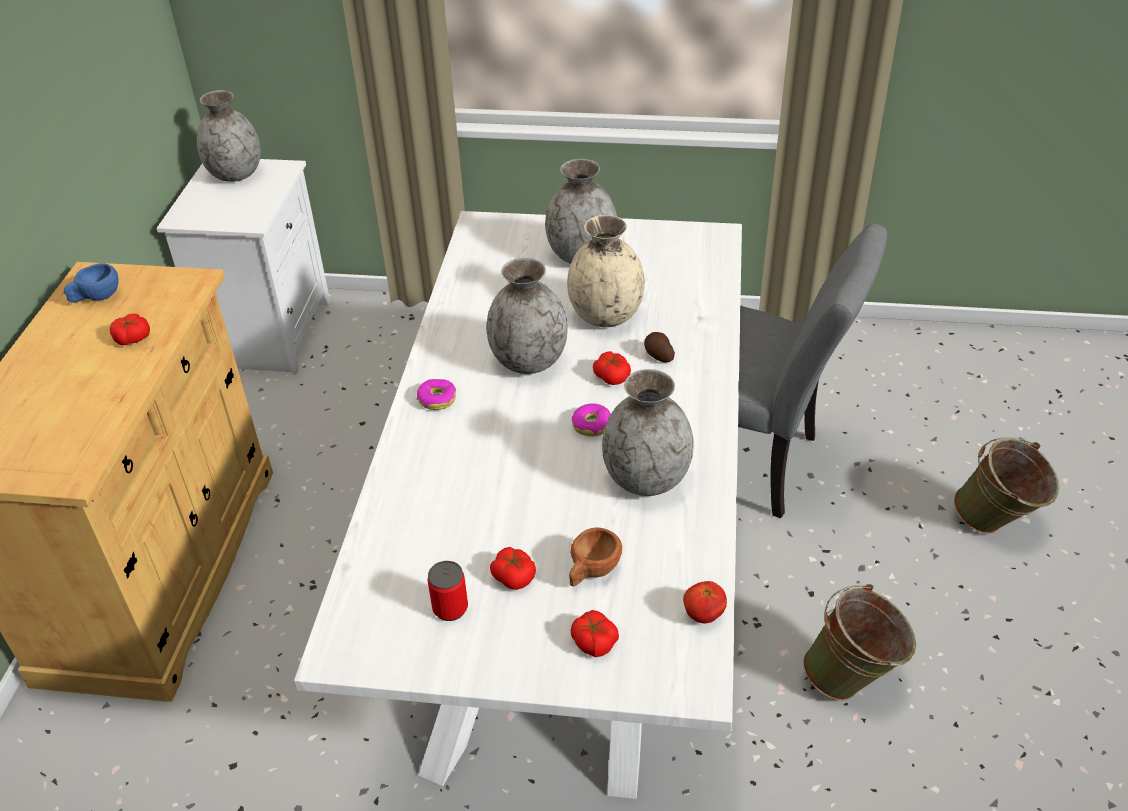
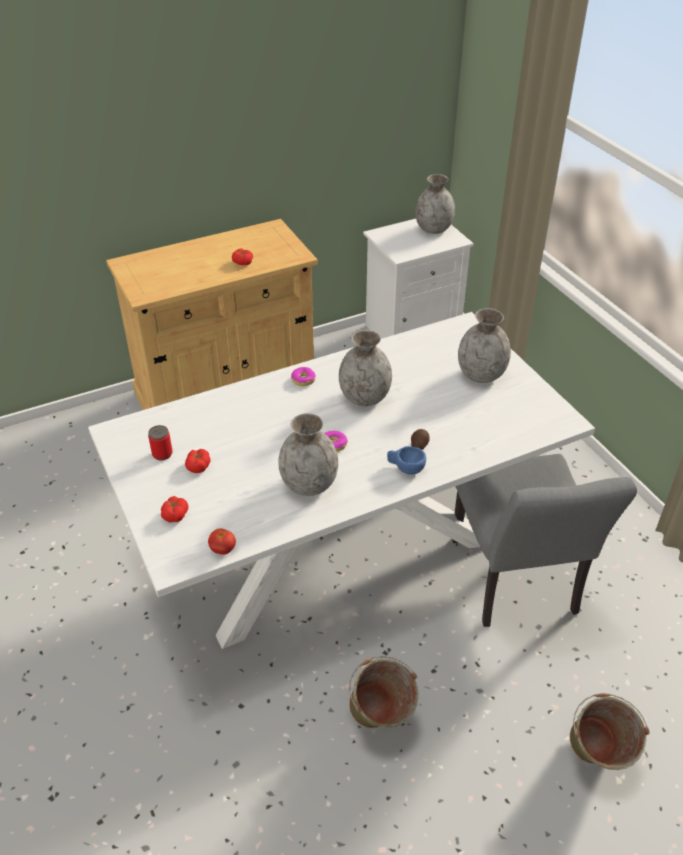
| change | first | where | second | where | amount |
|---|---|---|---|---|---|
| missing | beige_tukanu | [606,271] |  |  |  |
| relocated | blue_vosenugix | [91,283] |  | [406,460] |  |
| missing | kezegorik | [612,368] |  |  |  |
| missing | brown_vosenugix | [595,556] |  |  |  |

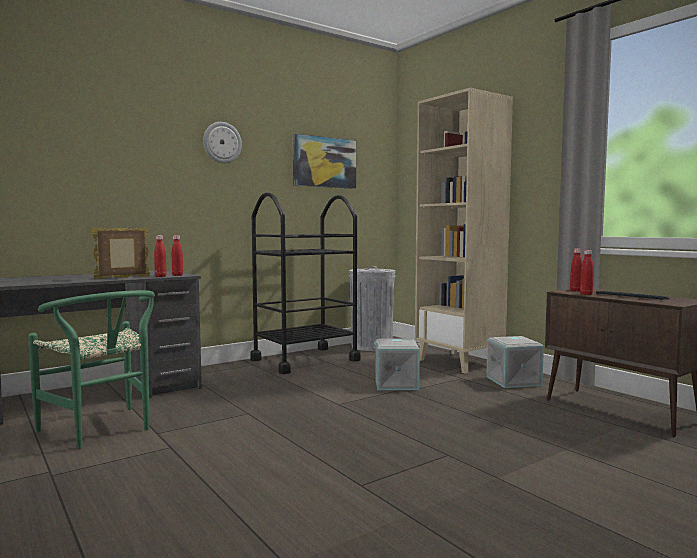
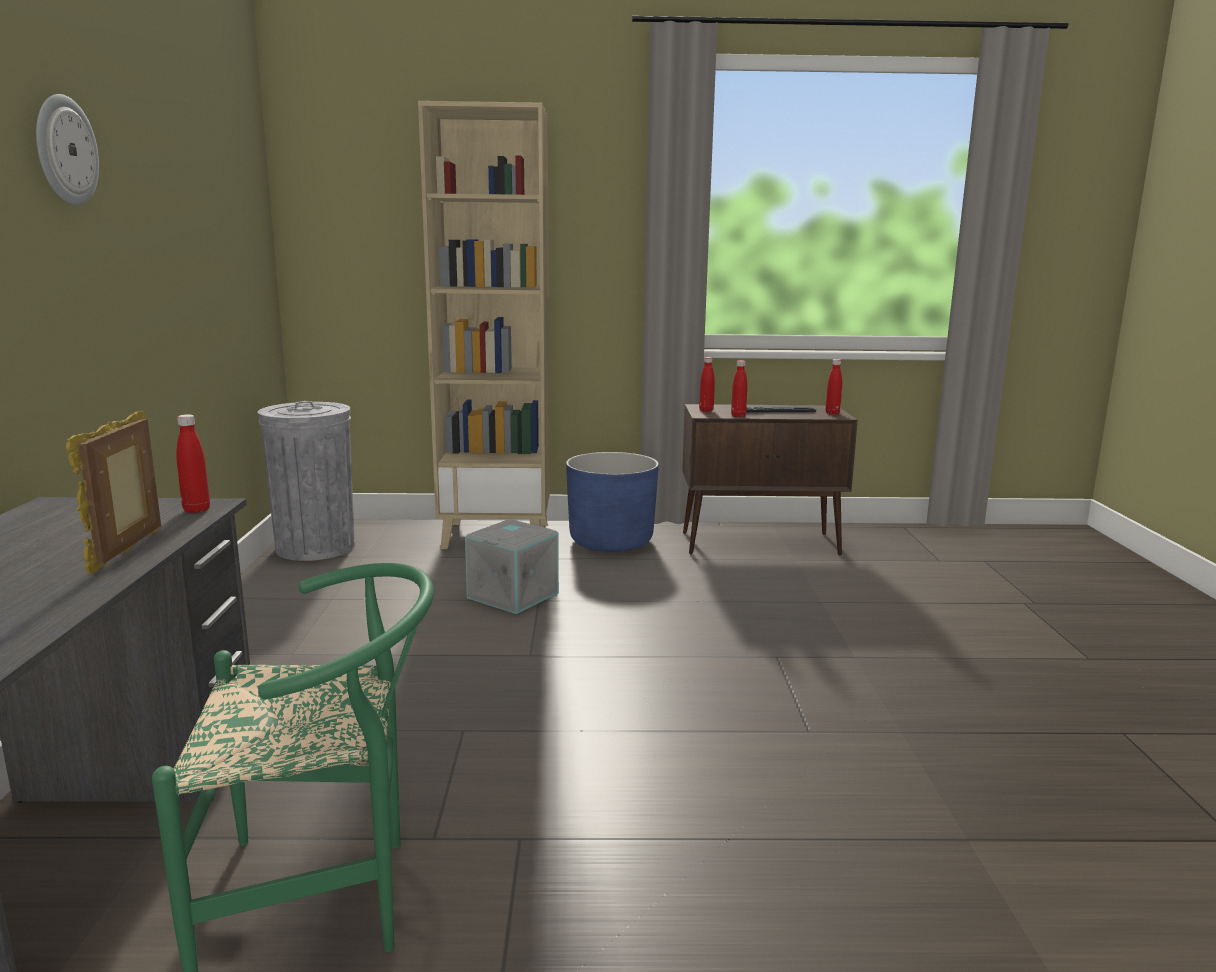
| change | first | where | second | where | amount |
|---|---|---|---|---|---|
| missing | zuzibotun | [324,161] |  |  |  |
| missing | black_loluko | [305,283] |  |  |  |
| relocated | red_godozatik | [160,256] |  | [833,386] |  |
| exchanged | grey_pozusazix | [515,362] | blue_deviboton | [612,502] |  |

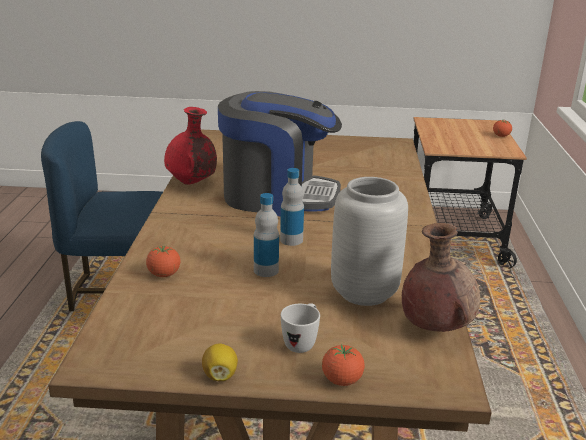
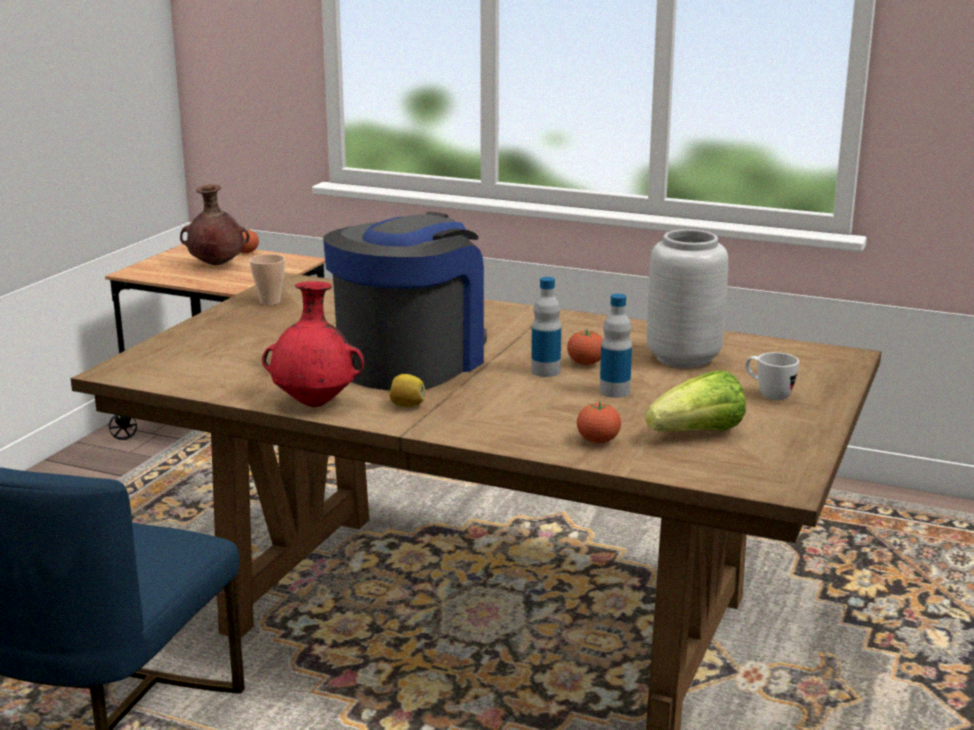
| change | first | where | second | where | amount |
|---|---|---|---|---|---|
| relocated | brown_tukanu | [441,277] |  | [215,224] |  |
| relocated | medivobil | [220,362] |  | [407,390] |  |
| relocated | kezegorik | [343,365] |  | [585,347] |  |
| appeared |  |  | vosenugix | [267,279] |  |
| appeared |  |  | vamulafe | [695,401] |  |

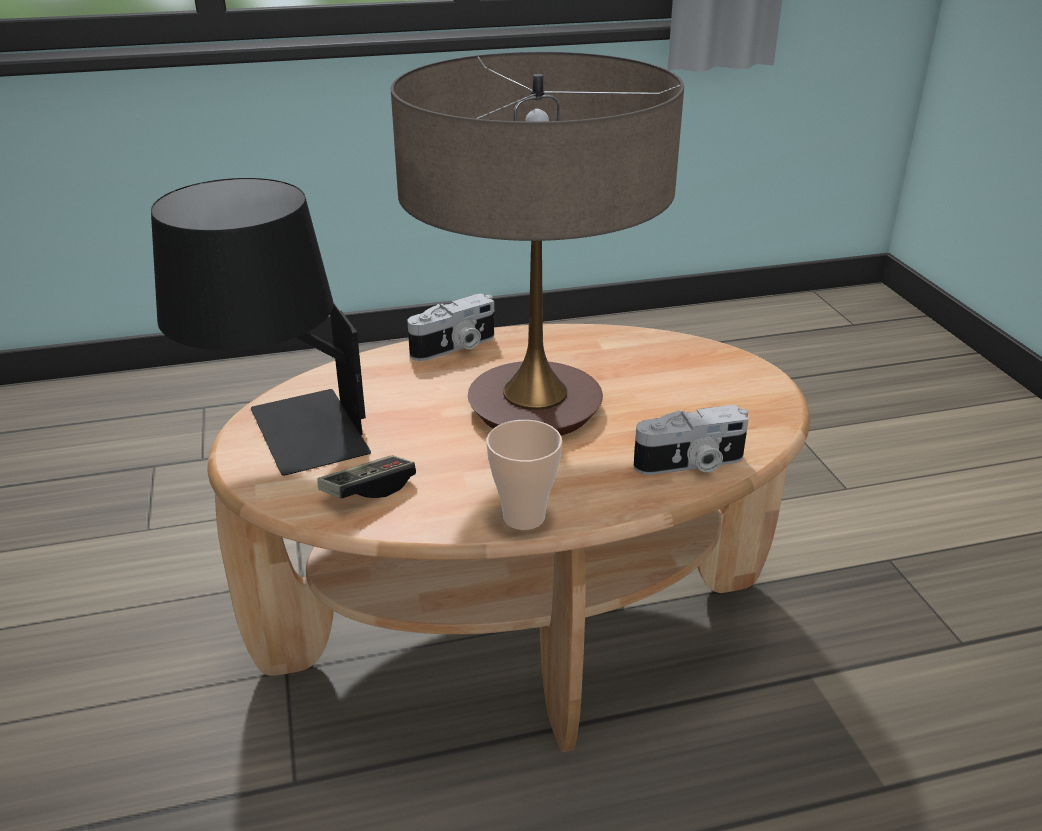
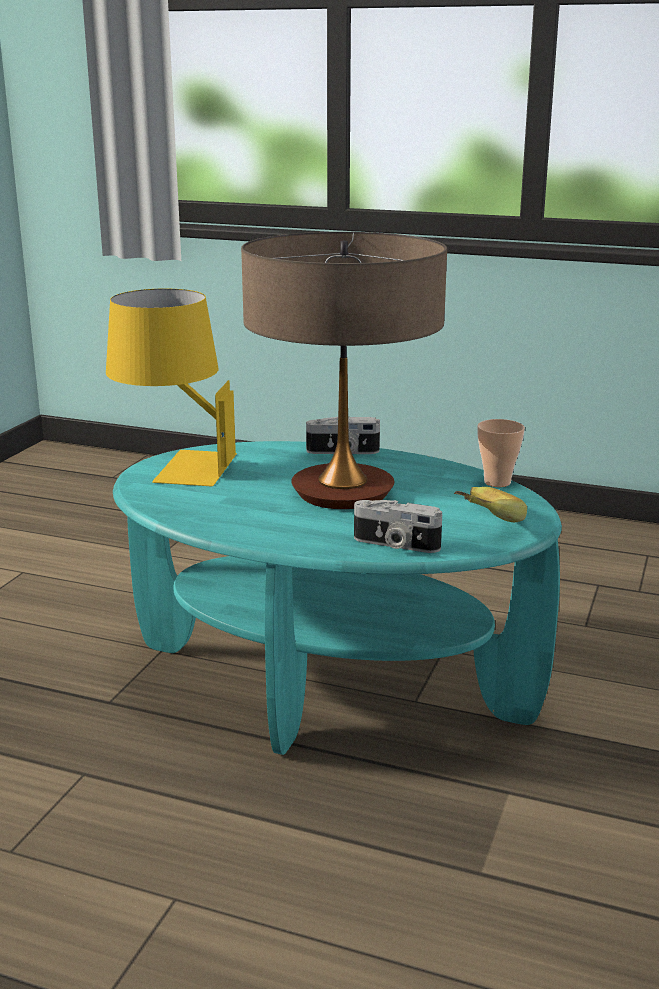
| change | first | where | second | where | amount |
|---|---|---|---|---|---|
| colour | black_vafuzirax | [261,327] | yellow_vafuzirax | [171,387] |  |
| colour | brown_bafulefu | [508,538] | turquoise_bafulefu | [337,598] |  |
| relocated | vosenugix | [524,475] |  | [501,453] |  |
| missing | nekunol | [366,476] |  |  |  |
| appeared |  |  | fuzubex | [490,504] |  |

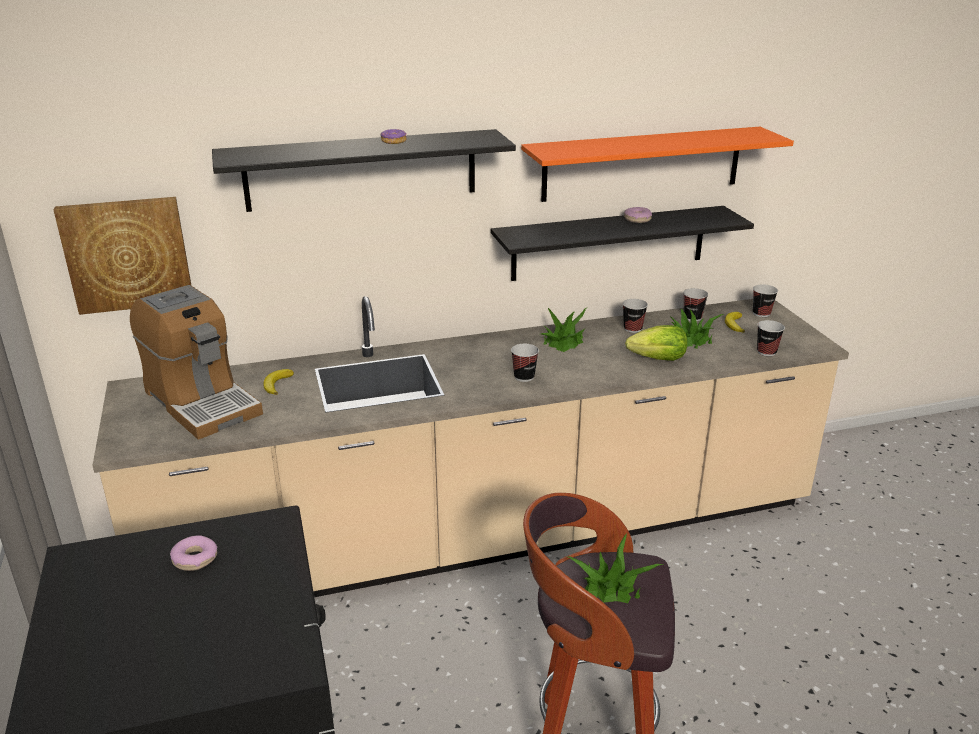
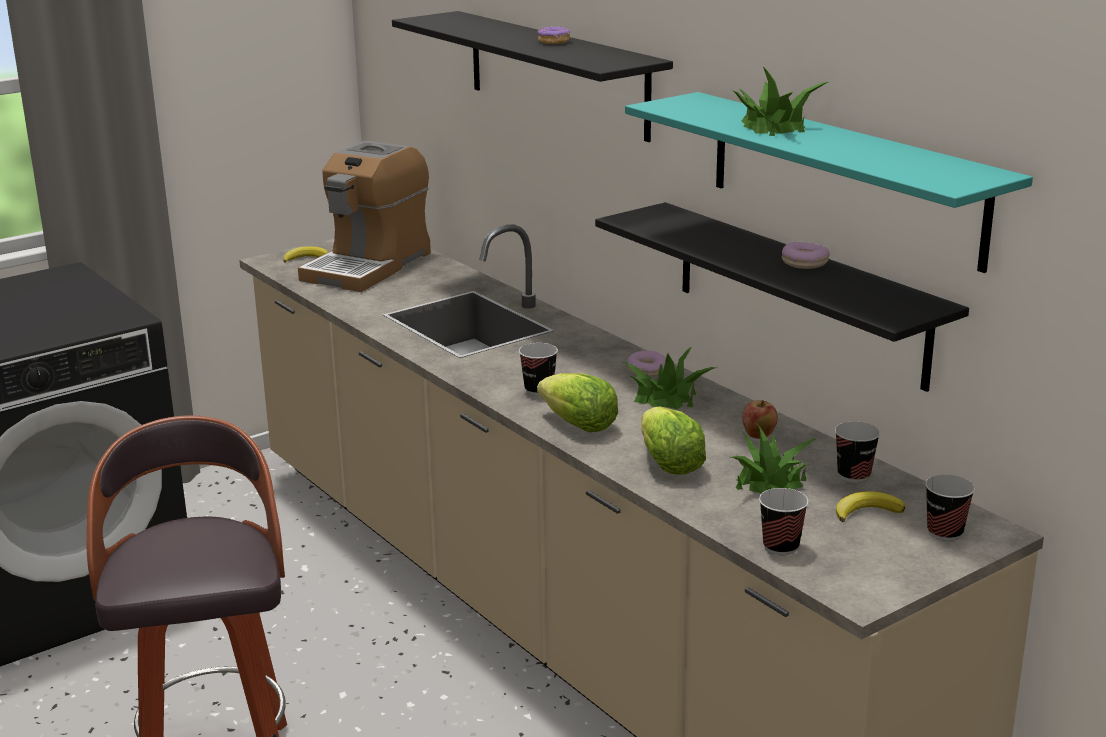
| change | first | where | second | where | amount |
|---|---|---|---|---|---|
| colour | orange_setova | [657,164] | turquoise_setova | [829,182] |  |
| missing | zuzibotun | [123,256] |  |  |  |
| exchanged | vosenugix | [635,316] | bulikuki | [760,419] |  |
| relocated | fuzubex | [278,382] |  | [306,254] |  |
| relocated | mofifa | [615,568] |  | [781,101] |  |
| relocated | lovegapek | [193,553] |  | [646,363] |  |
| appeared |  |  | vamulafe | [577,402] |  |

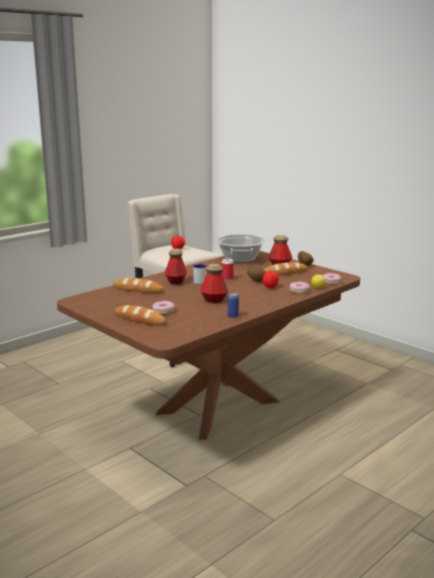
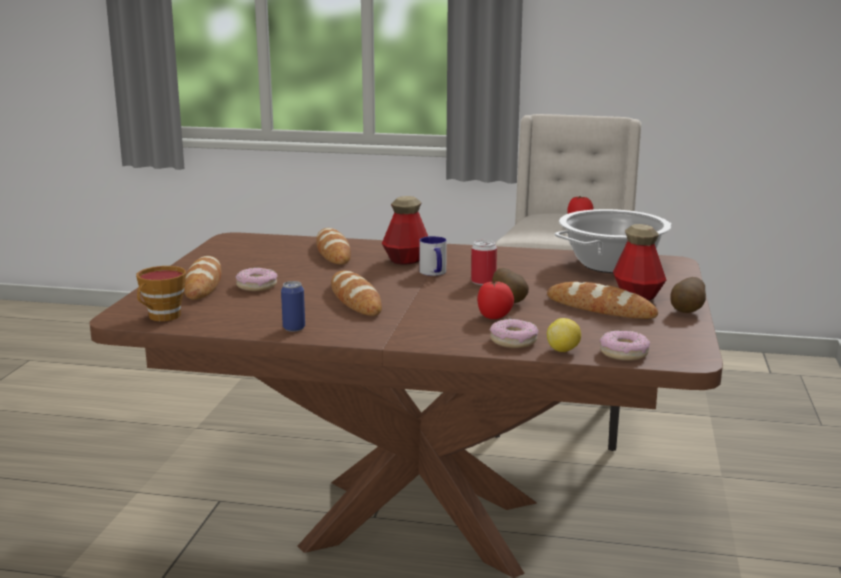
| change | first | where | second | where | amount |
|---|---|---|---|---|---|
| exchanged | godozatik | [214,283] | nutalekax | [356,293] |  |
| appeared |  |  | vosenugix | [161,293] |  |

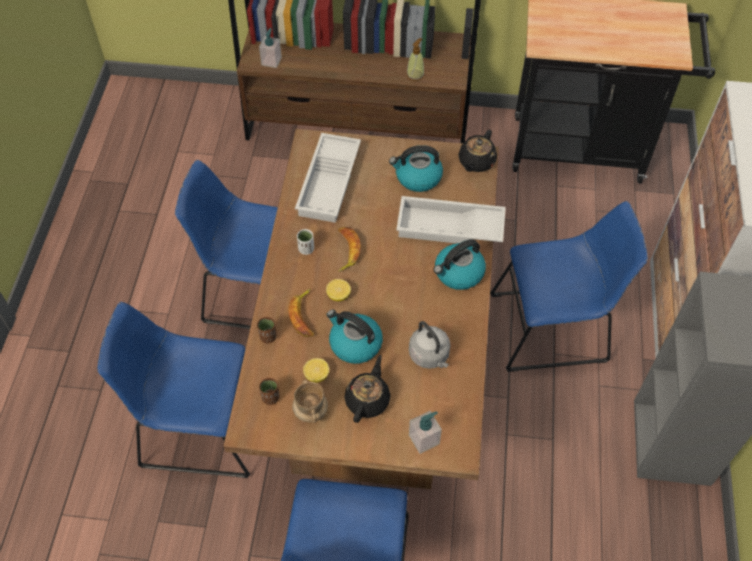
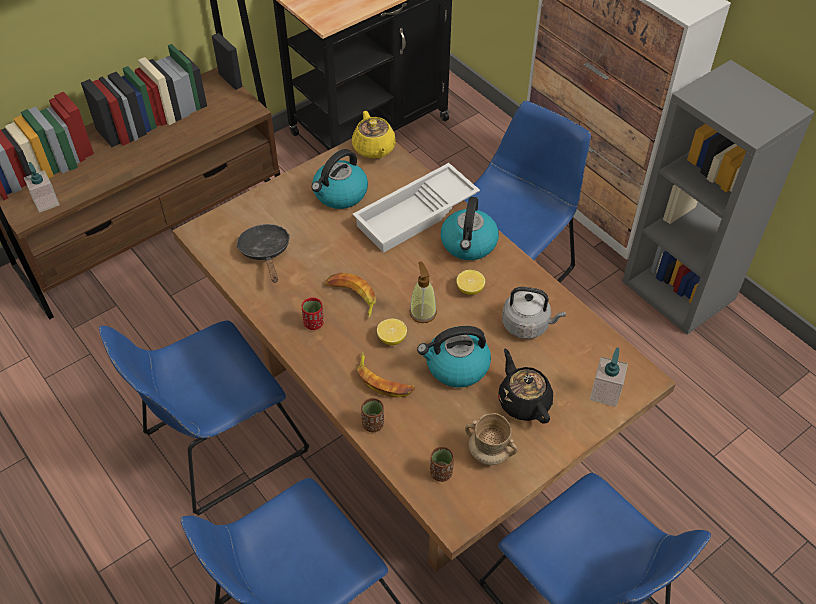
| change | first | where | second | where | amount |
|---|---|---|---|---|---|
| relocated | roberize | [415,59] |  | [423,292] |  |
| colour | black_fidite | [477,151] | yellow_fidite | [374,135] |  |
| exchanged | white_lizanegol | [328,178] | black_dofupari | [263,253] |  |
| colour | white_vosenugix | [305,242] | red_vosenugix | [313,313] |  |
| relocated | medivobil | [316,370] |  | [470,282] |  |

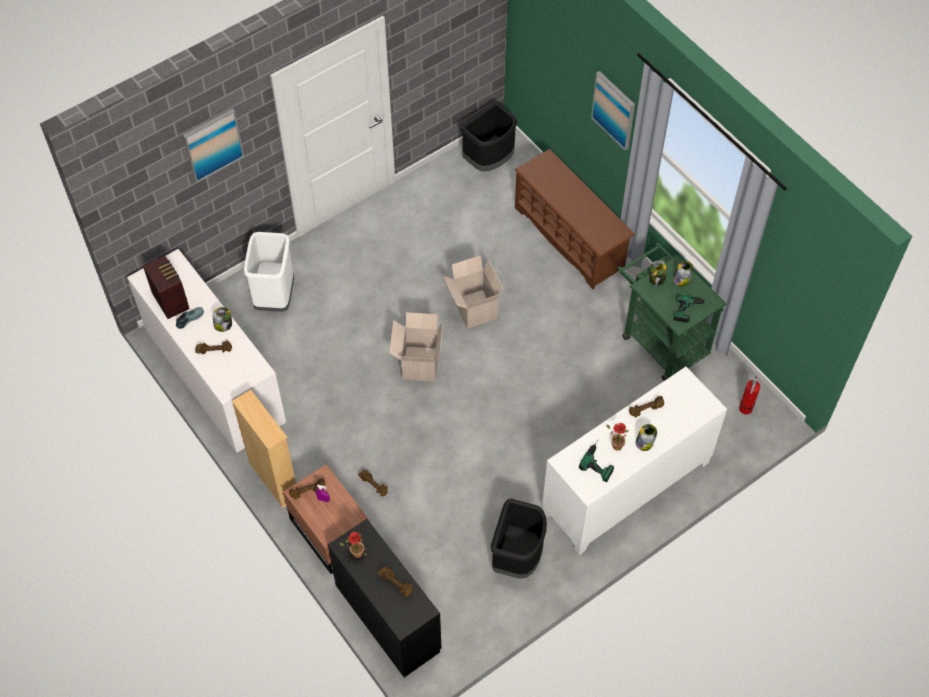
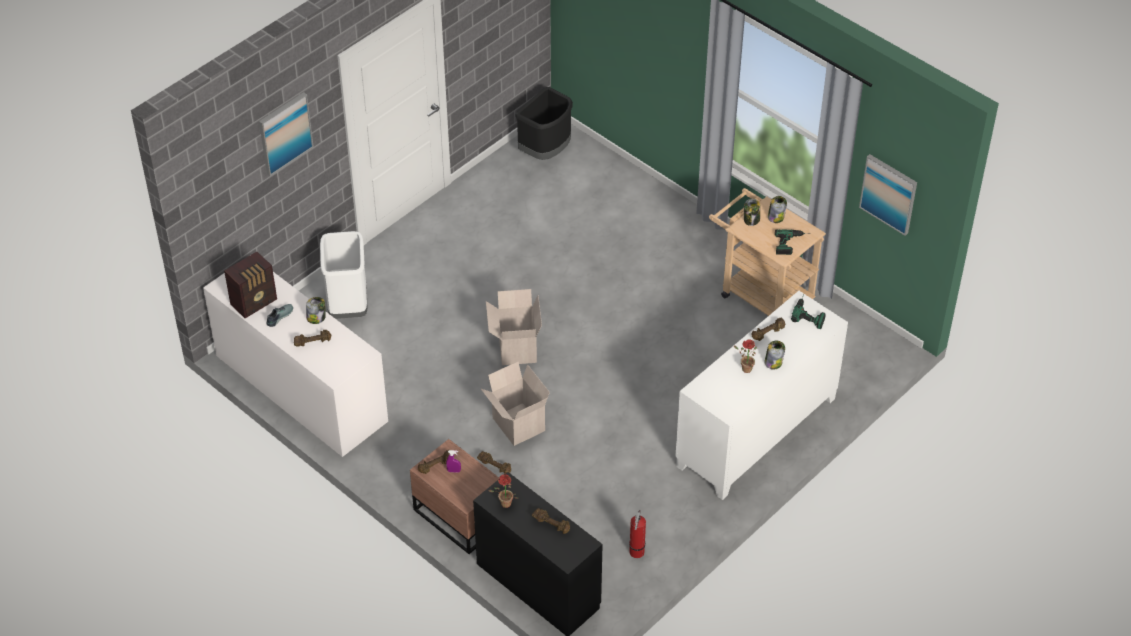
| change | first | where | second | where | amount |
|---|---|---|---|---|---|
| relocated | zuzibotun | [613,110] |  | [888,195] |  |
| missing | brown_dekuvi | [574,219] |  |  |  |
| colour | green_loluko | [671,312] | beige_loluko | [767,252] |  |
| relocated | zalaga | [473,292] |  | [515,404] |  |
| spun | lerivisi | [166,287] |  | [250,285] | 90 degrees clockwise |
| relocated | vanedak | [749,395] |  | [637,534] |  |
| missing | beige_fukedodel | [264,449] |  |  |  |
| relocated | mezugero | [596,461] |  | [808,311] |  |
| missing | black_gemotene | [519,539] |  |  |  |

